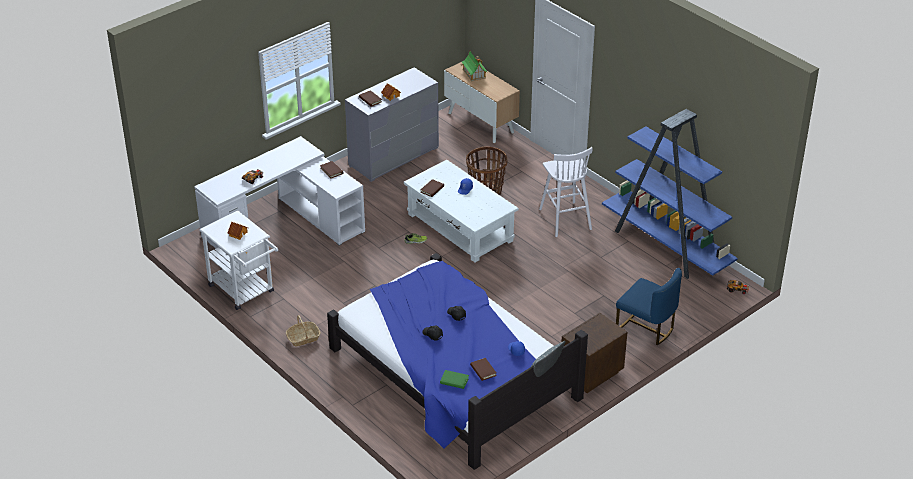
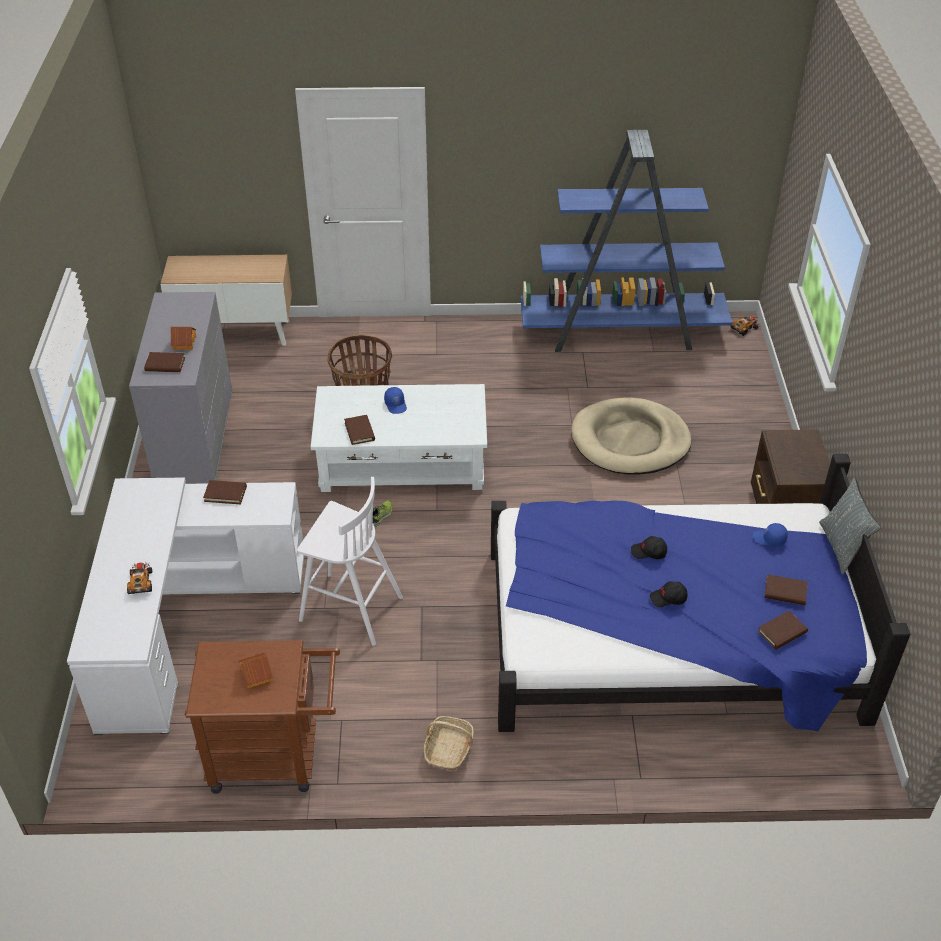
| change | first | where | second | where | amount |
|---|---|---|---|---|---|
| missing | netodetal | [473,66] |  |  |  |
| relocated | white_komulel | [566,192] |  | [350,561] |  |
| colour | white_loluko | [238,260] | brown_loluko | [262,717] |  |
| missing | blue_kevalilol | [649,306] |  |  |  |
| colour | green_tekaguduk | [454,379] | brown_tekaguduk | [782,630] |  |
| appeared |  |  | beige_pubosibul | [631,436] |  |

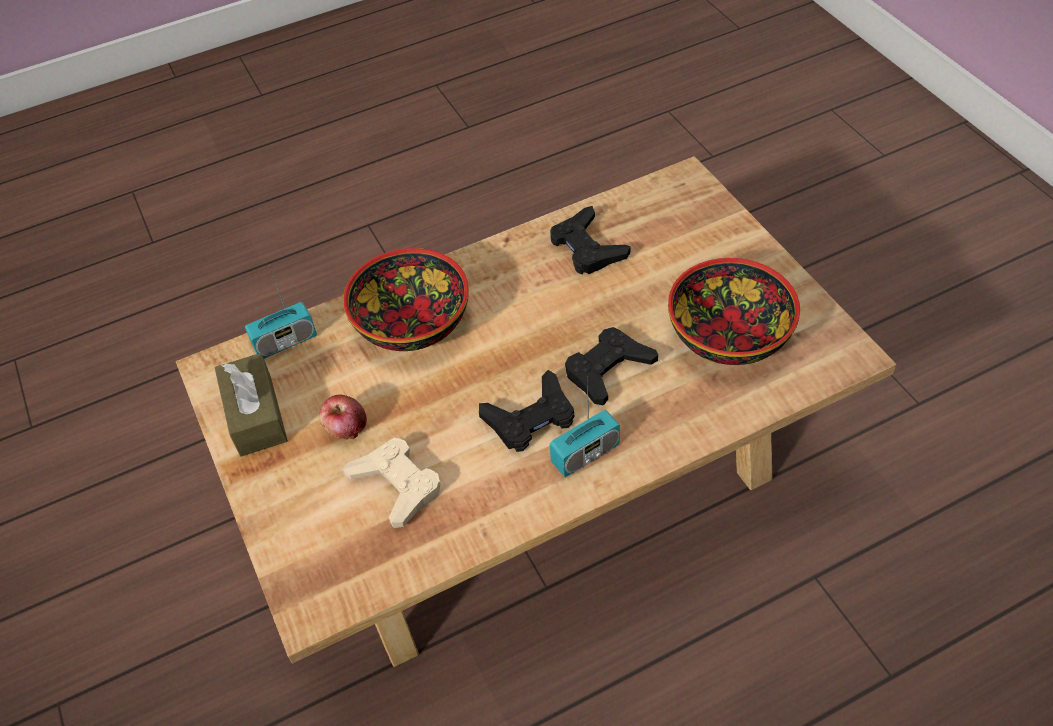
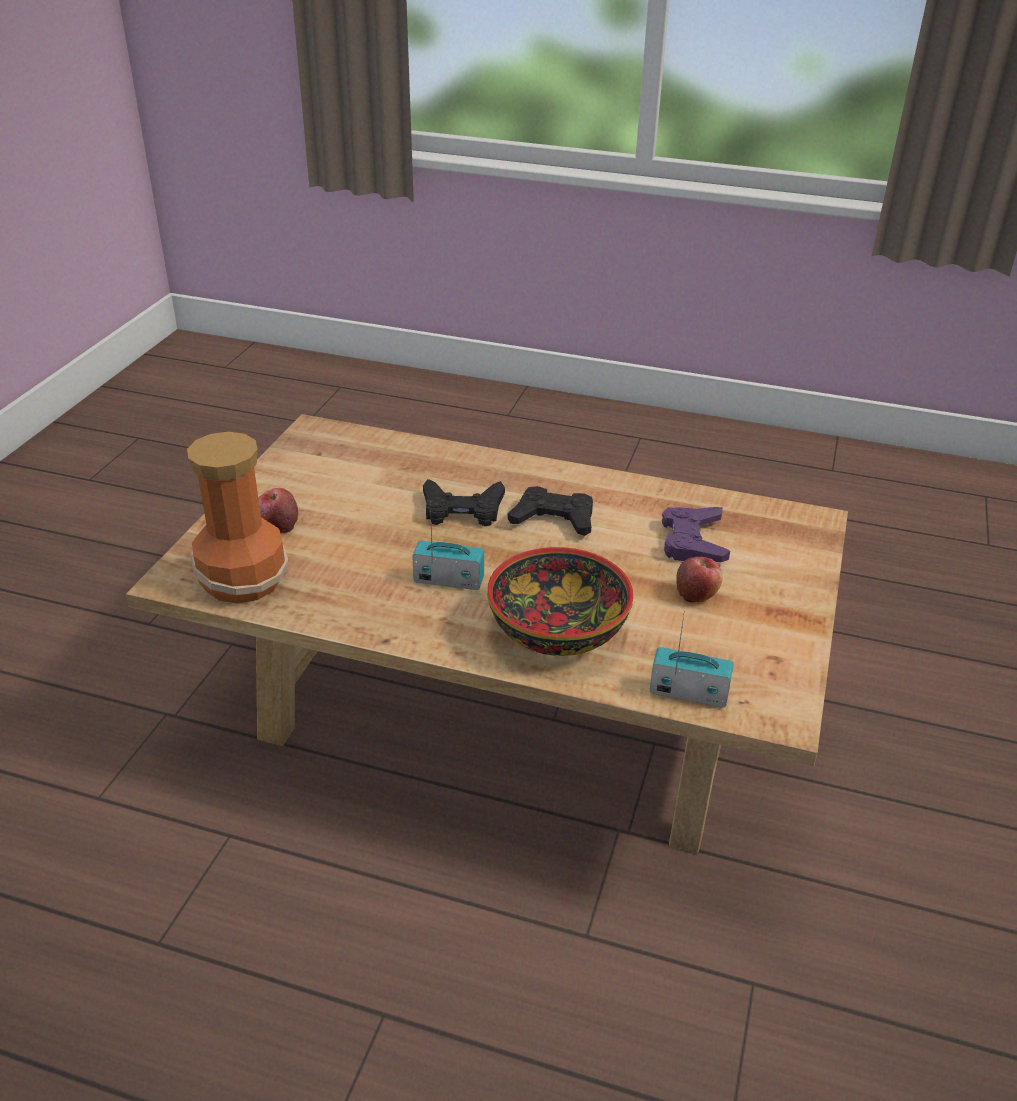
| change | first | where | second | where | amount |
|---|---|---|---|---|---|
| missing | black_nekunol | [590,240] |  |  |  |
| missing | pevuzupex | [734,311] |  |  |  |
| missing | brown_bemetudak | [251,405] |  |  |  |
| relocated | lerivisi | [585,426] |  | [448,546] |  |
| colour | beige_nekunol | [391,483] | purple_nekunol | [696,534] |  |
| appeared |  |  | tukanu | [237,517] |  |
| appeared |  |  | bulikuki | [278,510] |  |

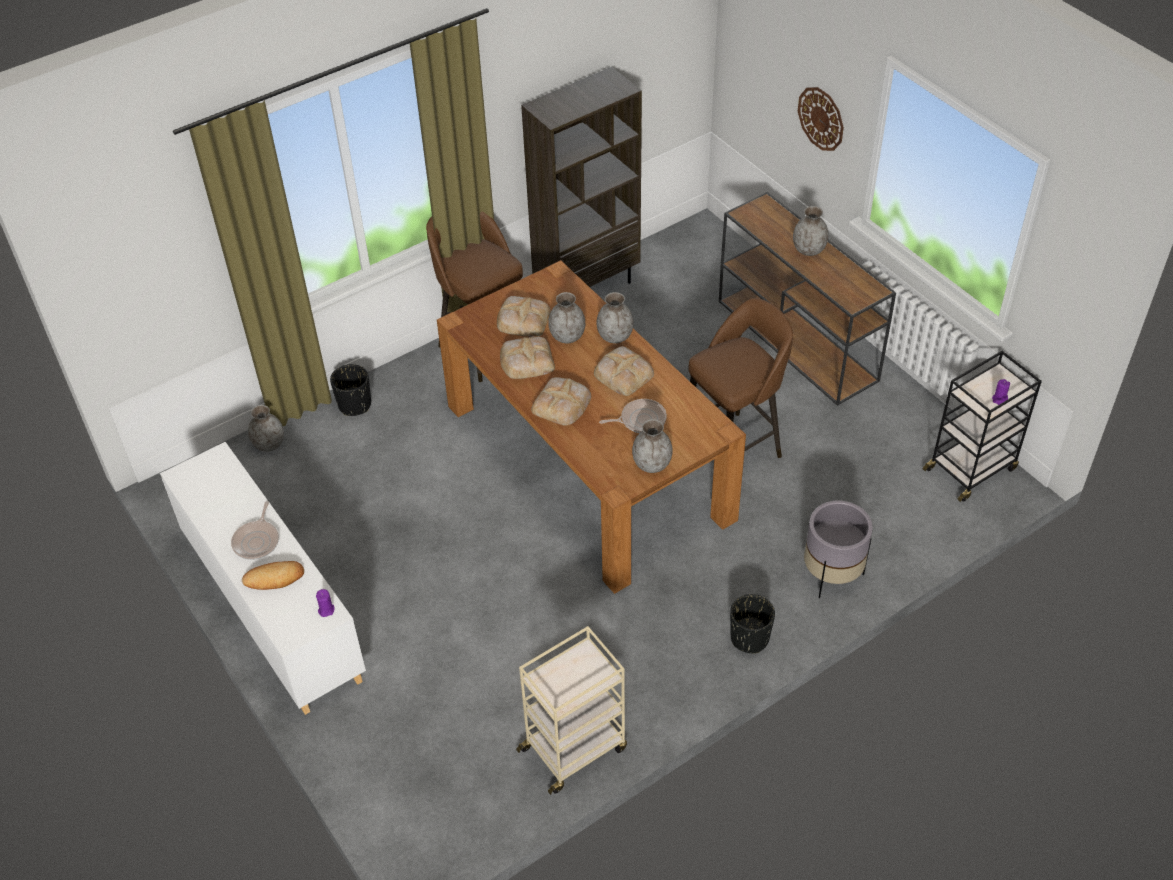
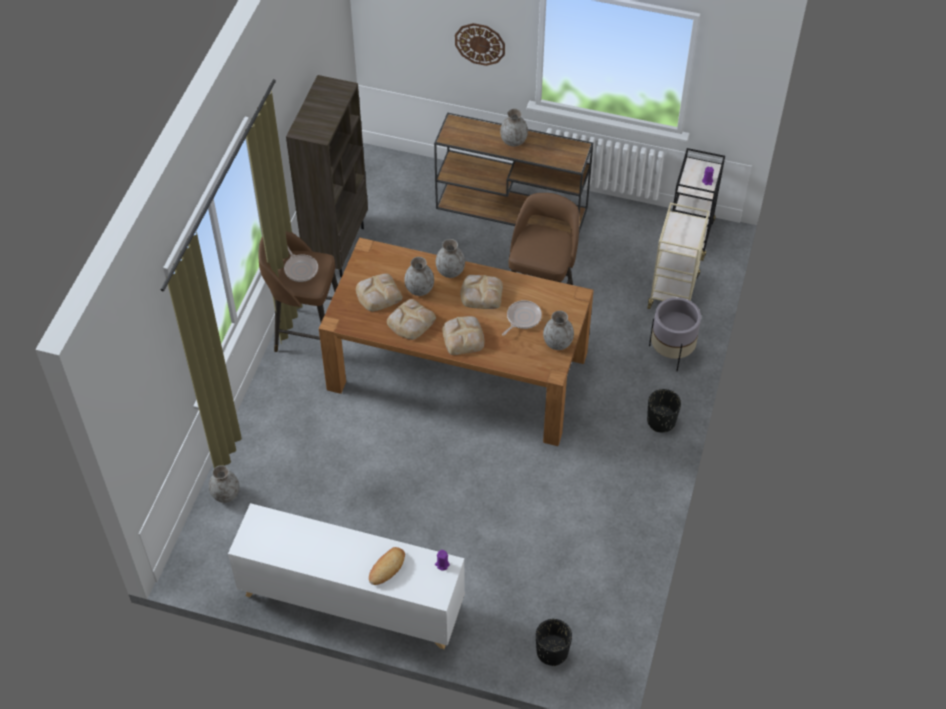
| change | first | where | second | where | amount |
|---|---|---|---|---|---|
| relocated | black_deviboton | [350,390] |  | [554,642] |  |
| relocated | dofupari | [255,530] |  | [301,264] |  |
| relocated | beige_loluko | [571,710] |  | [678,256] |  |

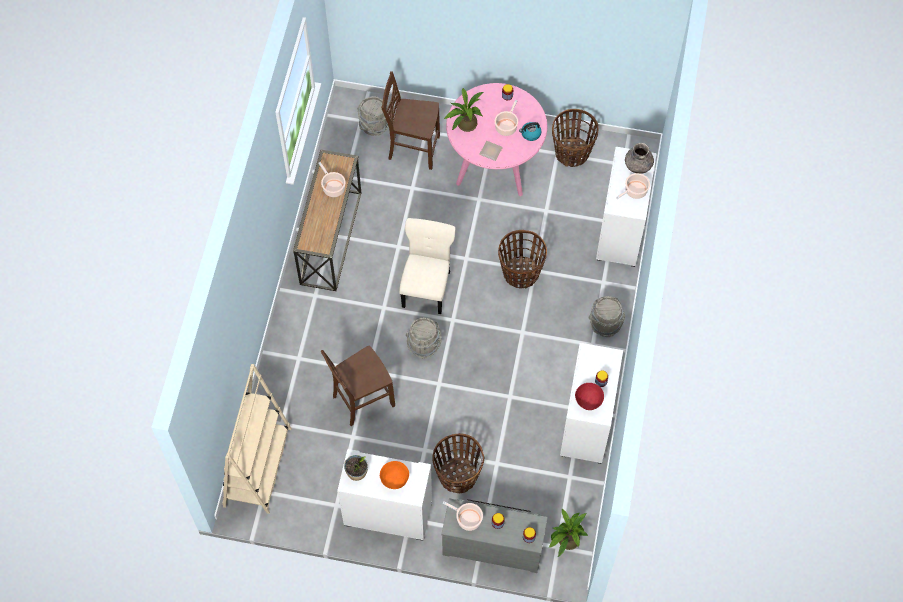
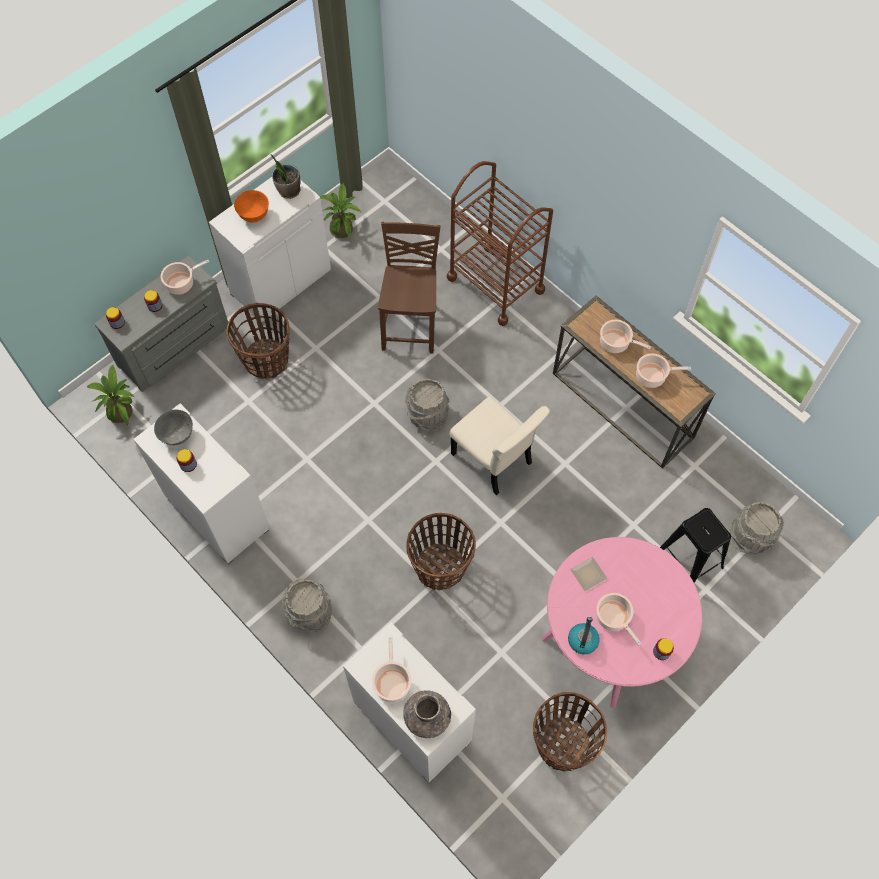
| change | first | where | second | where | amount |
|---|---|---|---|---|---|
| exchanged | brown_kevalilol | [410,120] | black_komulel | [695,545] |  |
| relocated | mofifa | [464,109] |  | [340,210] |  |
| missing | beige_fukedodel | [257,439] |  |  |  |
| colour | red_pevuzupex | [589,396] | grey_pevuzupex | [173,427] |  |
| appeared |  |  | brown_loluko | [500,243] |  |
| appeared |  |  | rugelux | [625,336] |  |

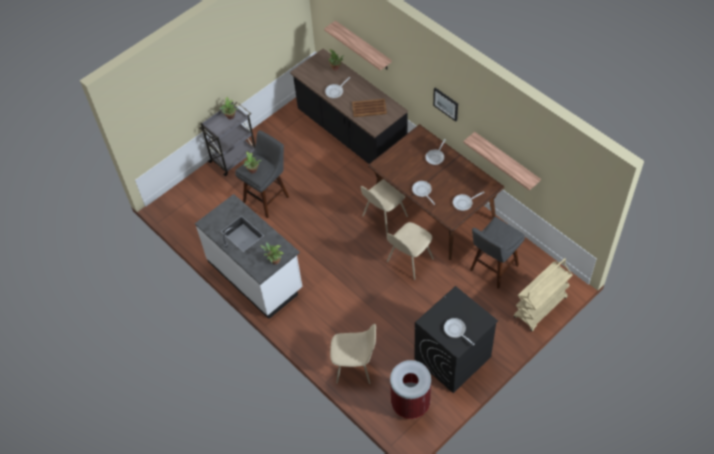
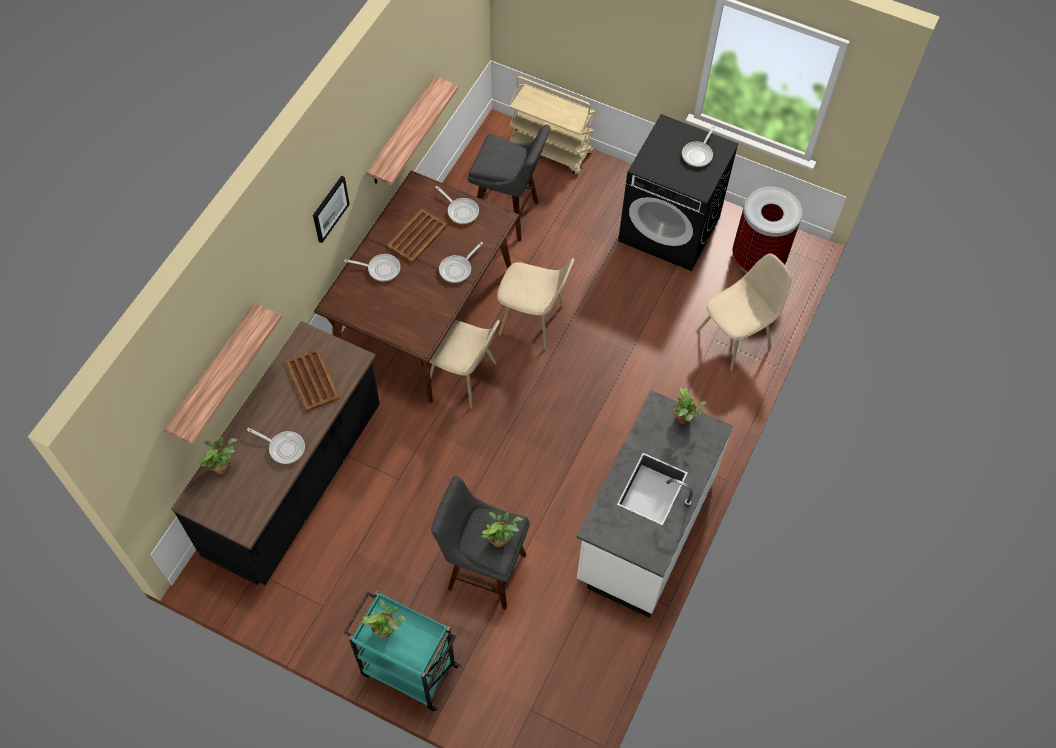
| change | first | where | second | where | amount |
|---|---|---|---|---|---|
| colour | grey_loluko | [227,138] | turquoise_loluko | [402,651] |  |
| spun | beige_kevalilol | [353,354] |  | [744,312] | 75 degrees clockwise |
| appeared |  |  | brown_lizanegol | [417,236] |  |

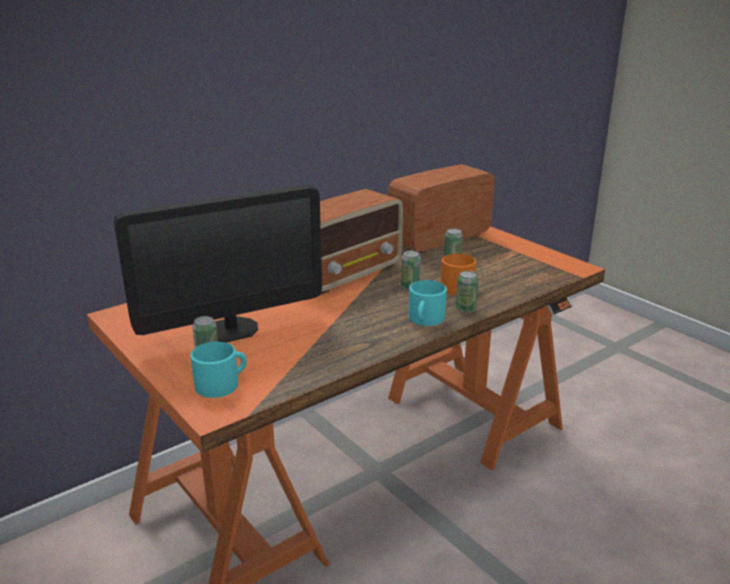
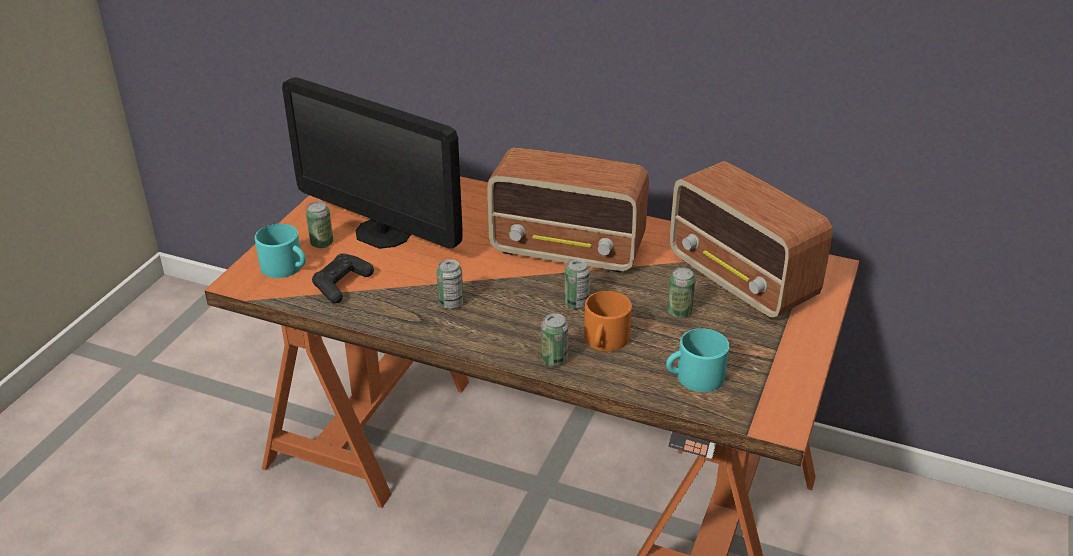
| change | first | where | second | where | amount |
|---|---|---|---|---|---|
| spun | lerivisi | [441,208] |  | [751,240] | 150 degrees counterclockwise |
| relocated | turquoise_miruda | [428,303] |  | [697,360] |  |
| appeared |  |  | black_nekunol | [343,278] |  |
| appeared |  |  | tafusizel | [450,284] |  |

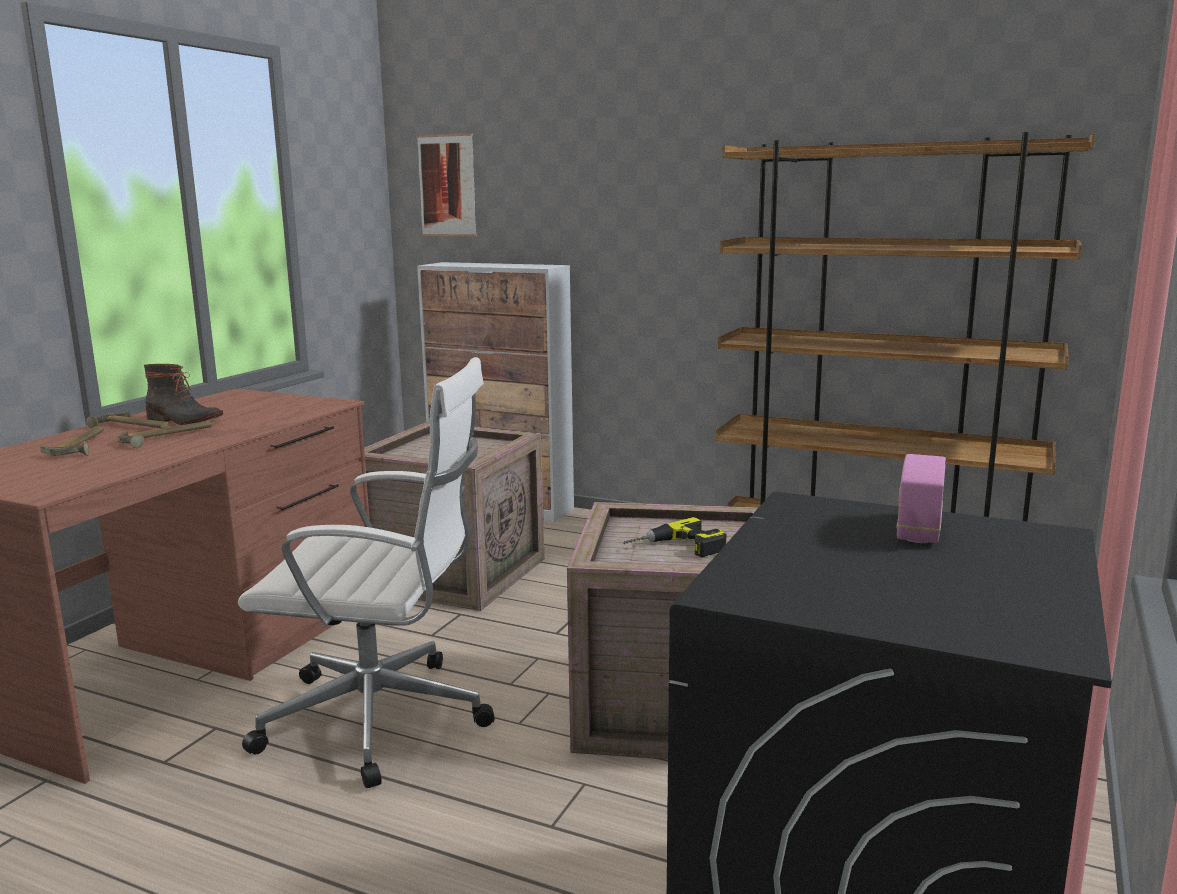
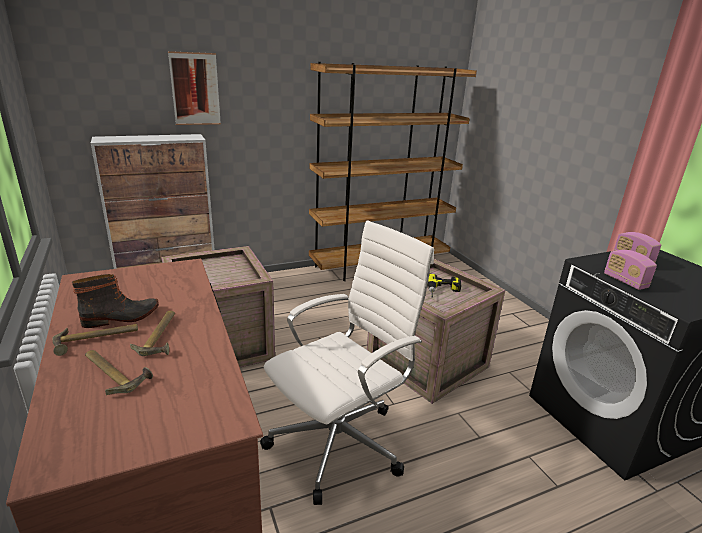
| change | first | where | second | where | amount |
|---|---|---|---|---|---|
| relocated | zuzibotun | [447,184] |  | [194,88] |  |
| appeared |  |  | lerivisi | [630,270] |  |

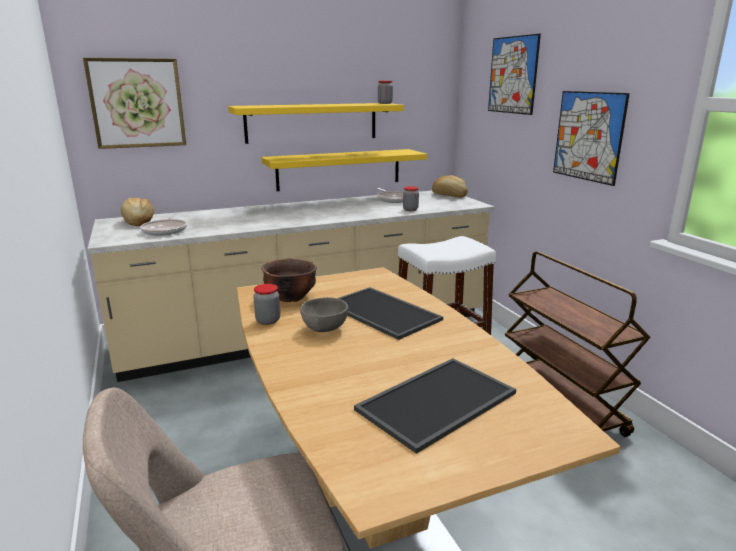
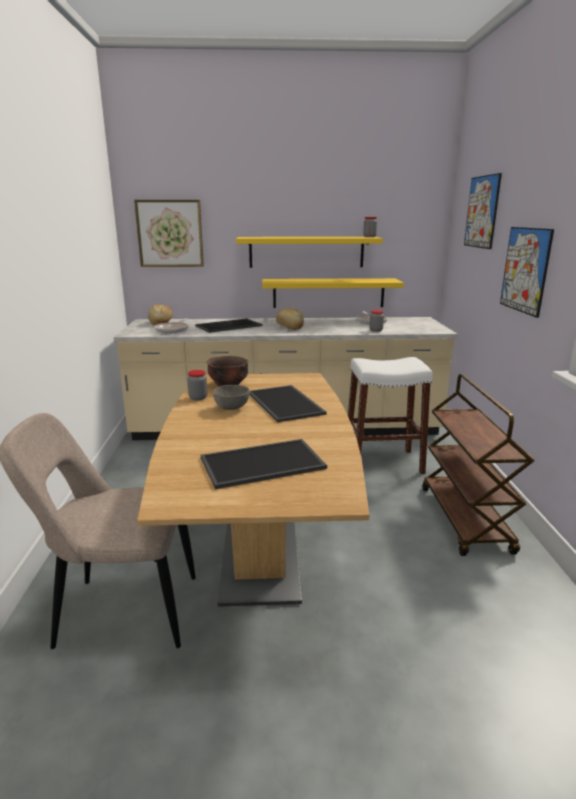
| change | first | where | second | where | amount |
|---|---|---|---|---|---|
| relocated | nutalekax | [449,186] |  | [290,319] |  |
| appeared |  |  | lizanegol | [228,325] |  |

